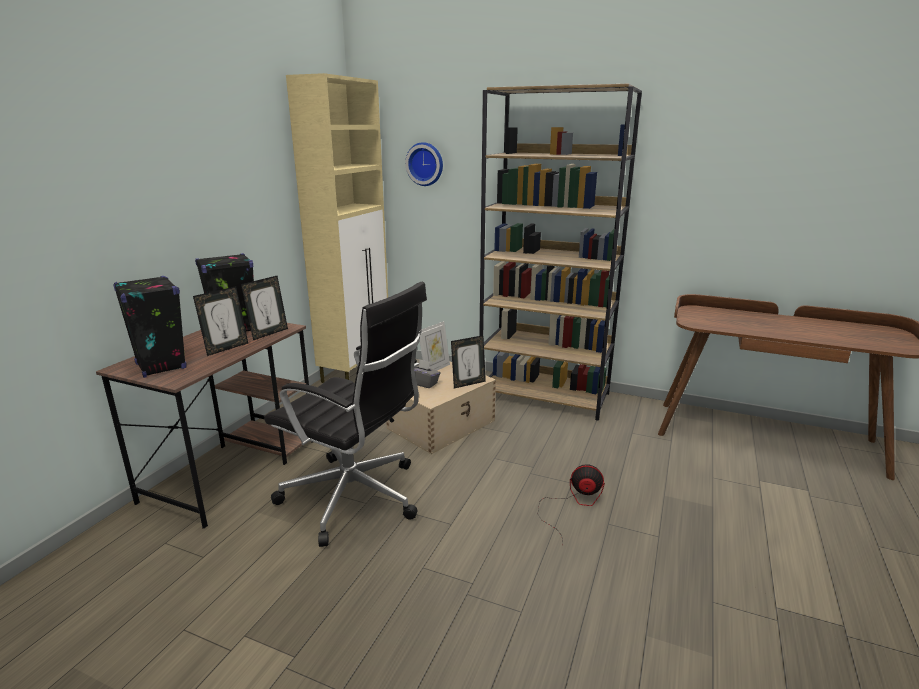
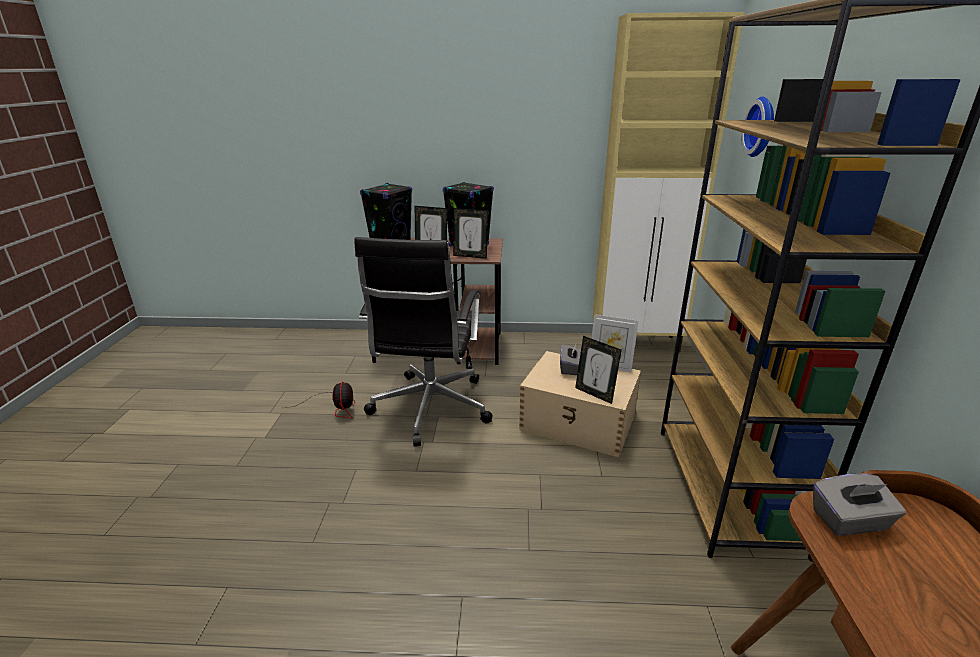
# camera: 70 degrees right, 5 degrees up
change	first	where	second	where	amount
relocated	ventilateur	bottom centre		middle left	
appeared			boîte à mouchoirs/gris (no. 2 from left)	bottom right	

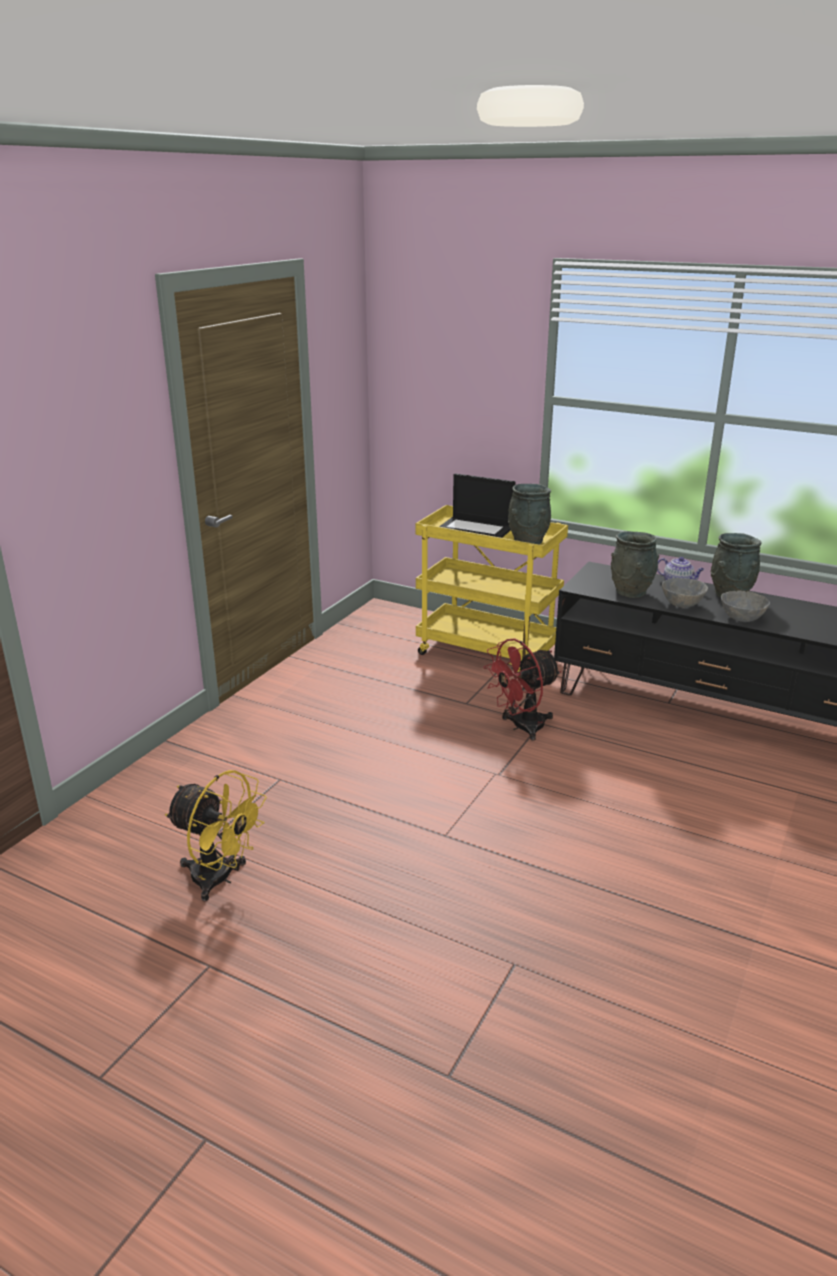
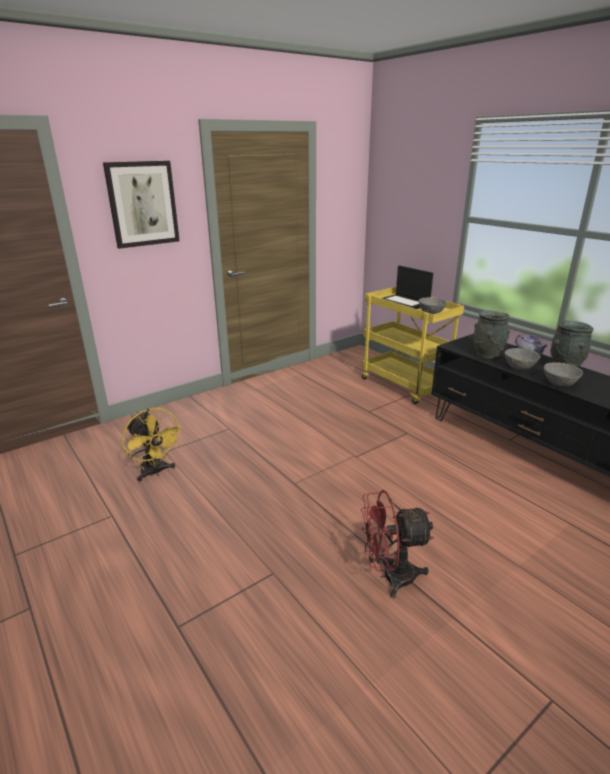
# camera: 25 degrees right, 0 degrees up
change	first	where	second	where	amount
relocated	ventilateur/rouge	centre		bottom centre	
exchanged	vase/gris (no. 1 from left)	centre	bol/gris (no. 1 from left)	middle right	
appeared			tableau	top left	

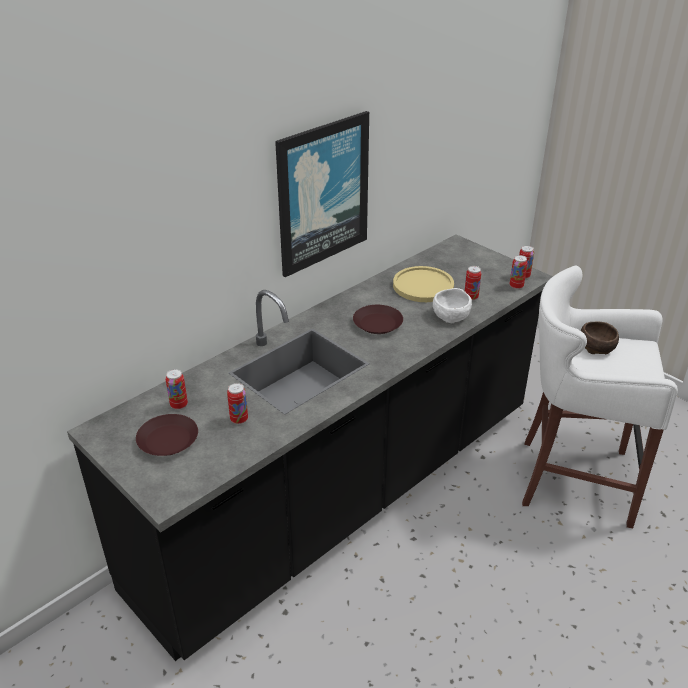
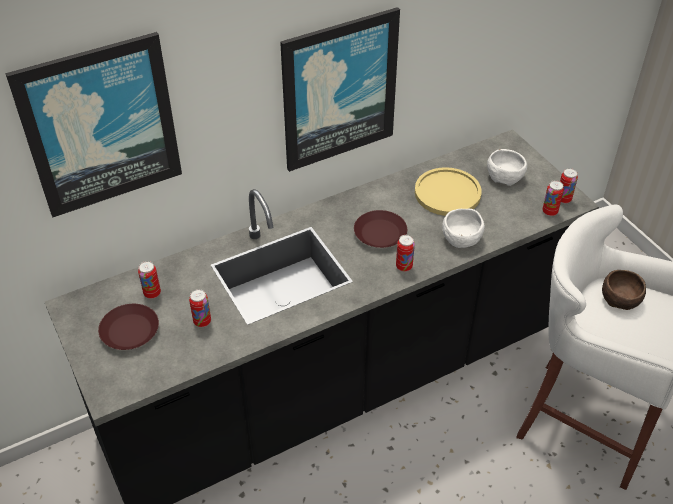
# camera: 15 degrees right, 10 degrees up
change	first	where	second	where	amount
relocated	boîte métallique (no. 3 from left)	middle right		centre	
appeared			tableau (no. 1 from left)	top left	
appeared			bol/blanc (no. 2 from left)	top right	

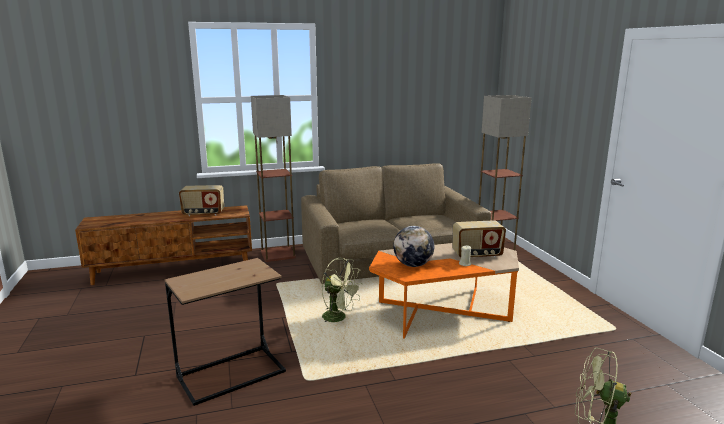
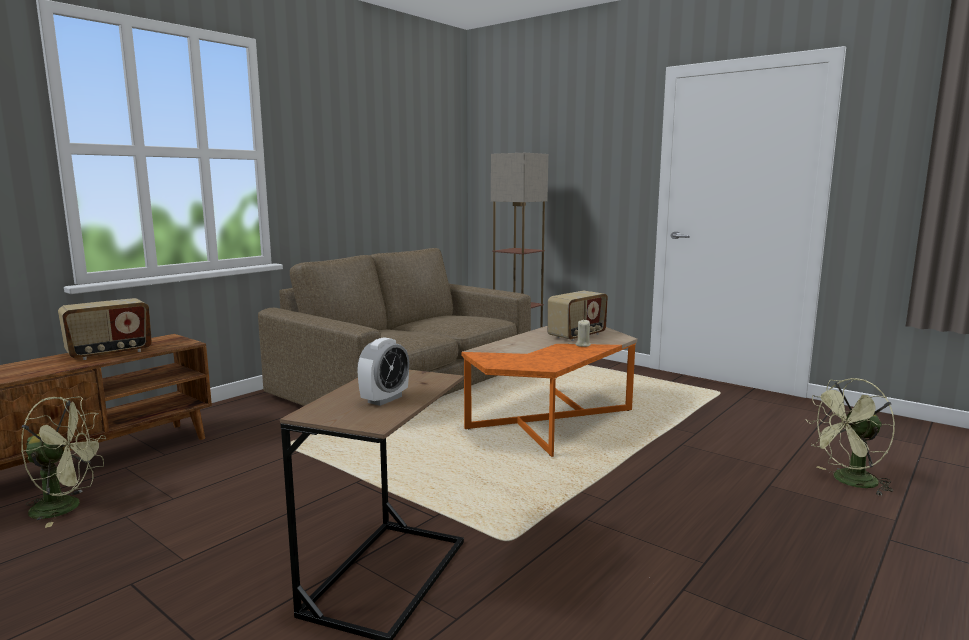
# camera: 35 degrees left, 5 degrees down
change	first	where	second	where	amount
missing	lampadaire (no. 1 from left)	centre			
relocated	ventilateur/vert (no. 1 from left)	bottom centre		bottom left	
missing	globe	centre			
appeared			réveil	centre	

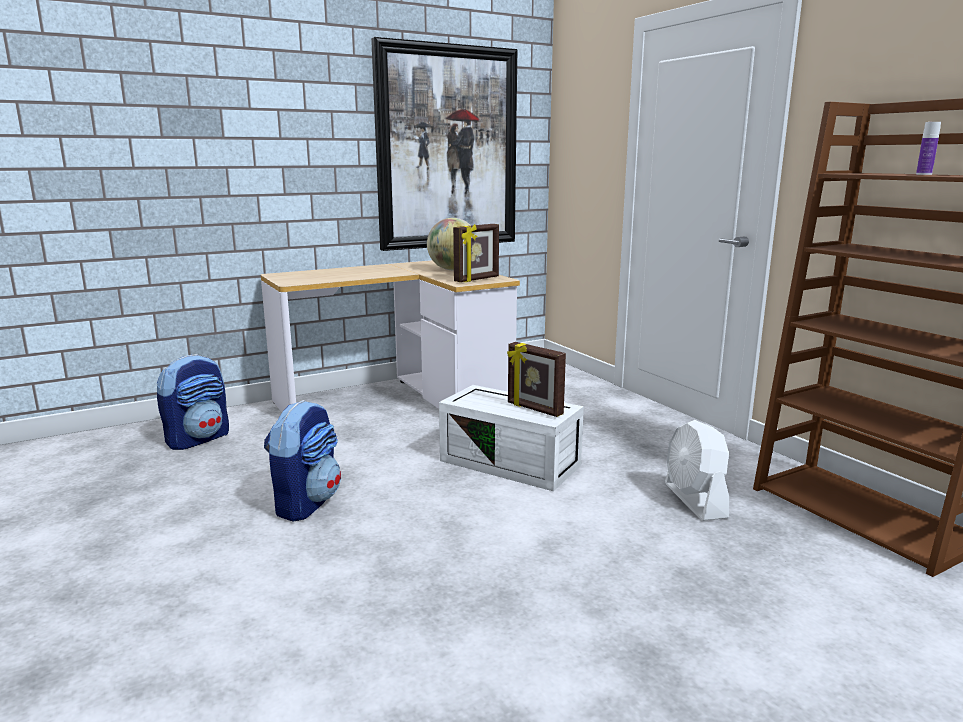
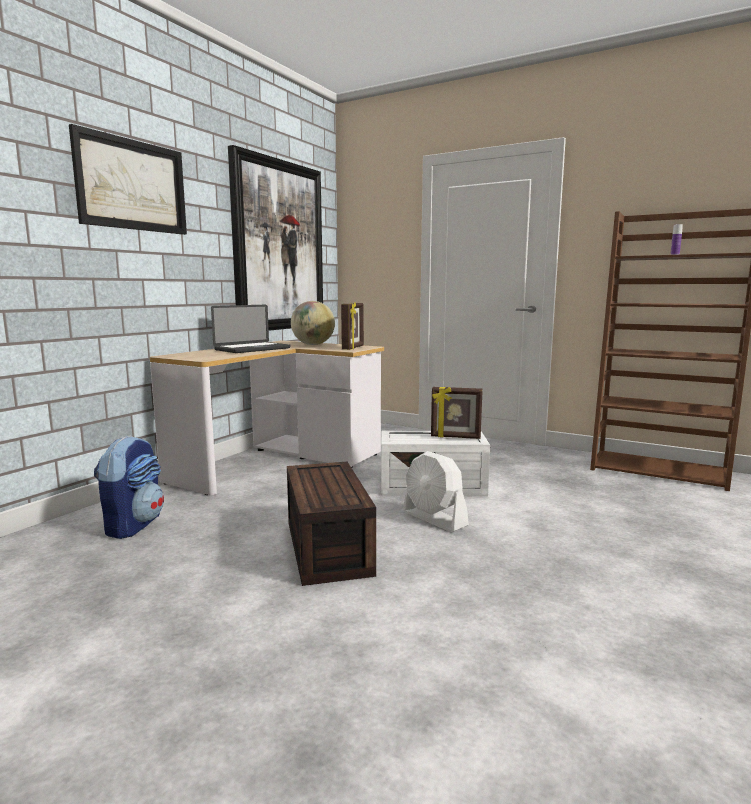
# camera: 30 degrees left, 5 degrees down
change	first	where	second	where	amount
exchanged	sac à dos (no. 2 from left)	middle left	boîte de rangement/marron	centre	
relocated	ventilateur/blanc	middle right		centre	
appeared			tableau (no. 1 from left)	top left	
appeared			ordinateur portable	middle left	

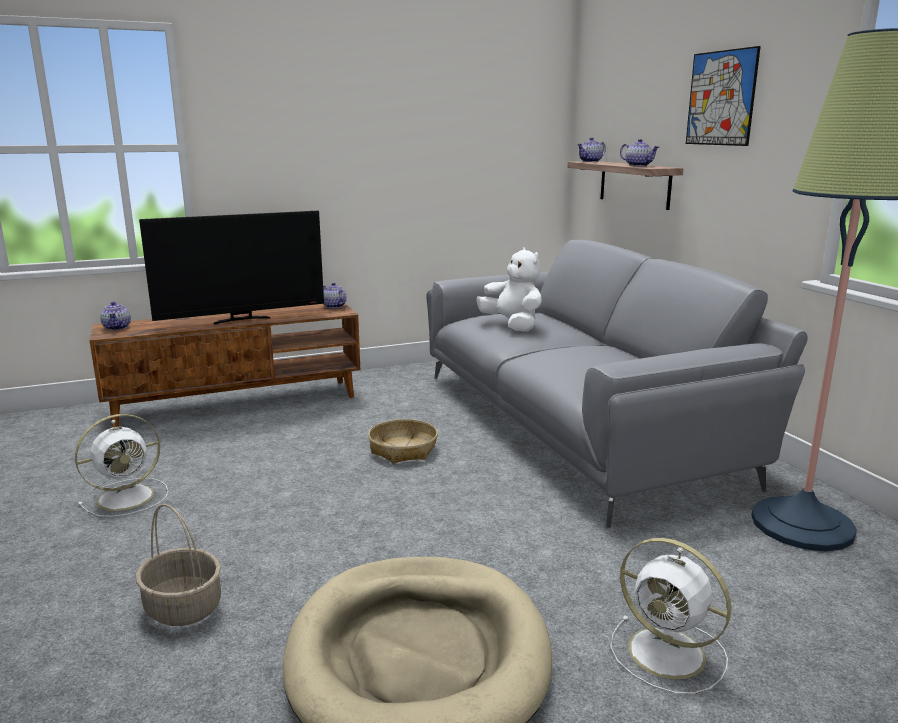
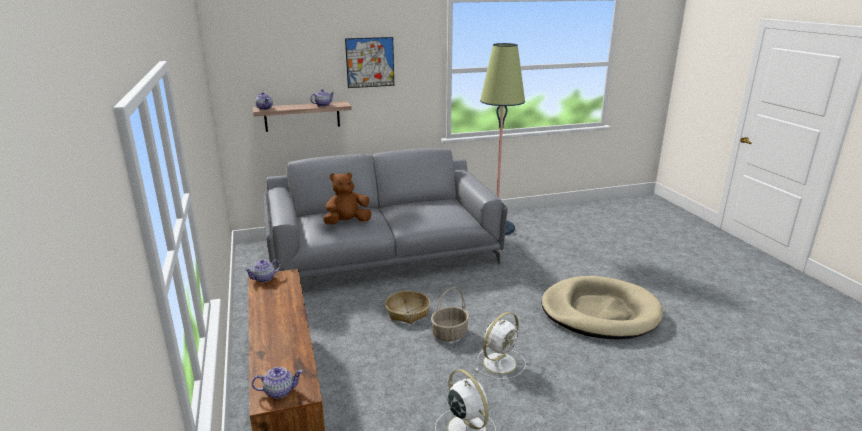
# camera: 85 degrees left, 5 degrees up
change	first	where	second	where	amount
relocated	panier (no. 1 from left in the first image)	bottom left	panier (no. 2 from left)	bottom centre	
missing	téléviseur	middle left			
colour	peluche/blanc	centre	peluche/marron	centre	
relocated	ventilateur/blanc (no. 2 from left)	bottom right		bottom centre	

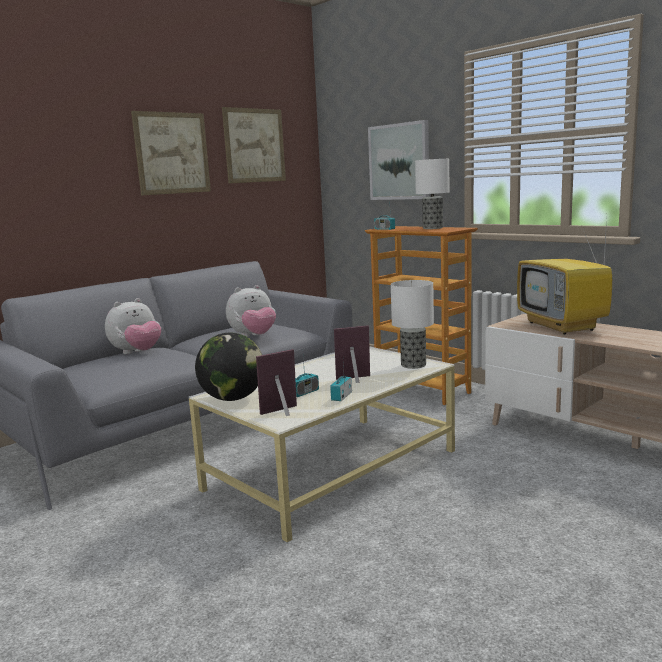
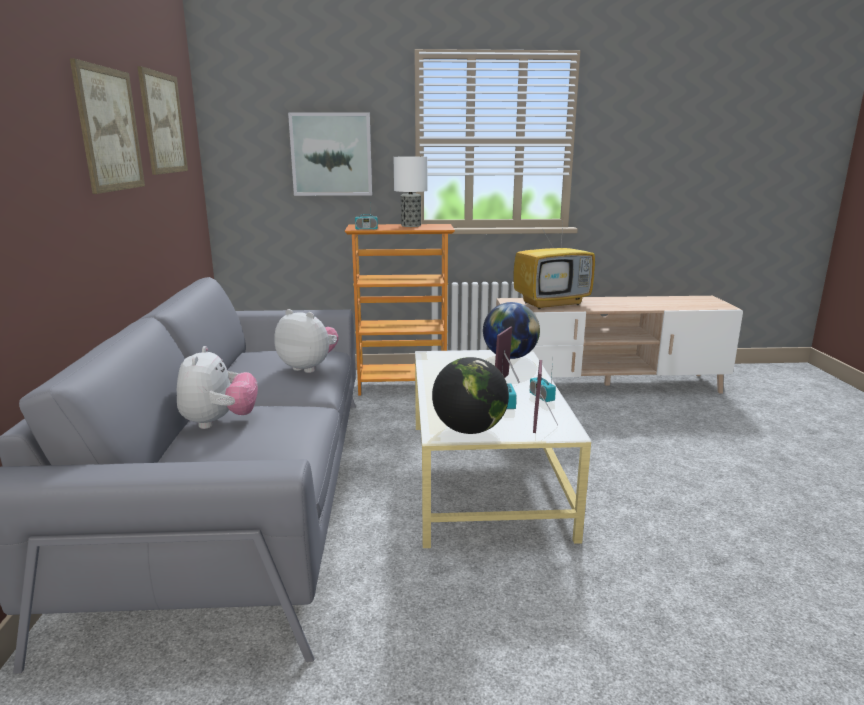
# camera: 50 degrees left, 5 degrees up
change	first	where	second	where	amount
spun	peluche (no. 2 from left)	centre		centre	75 degrees counterclockwise
exchanged	lampe de table (no. 1 from left)	centre	globe (no. 2 from left)	centre	
spun	téléviseur	middle right		centre	45 degrees counterclockwise

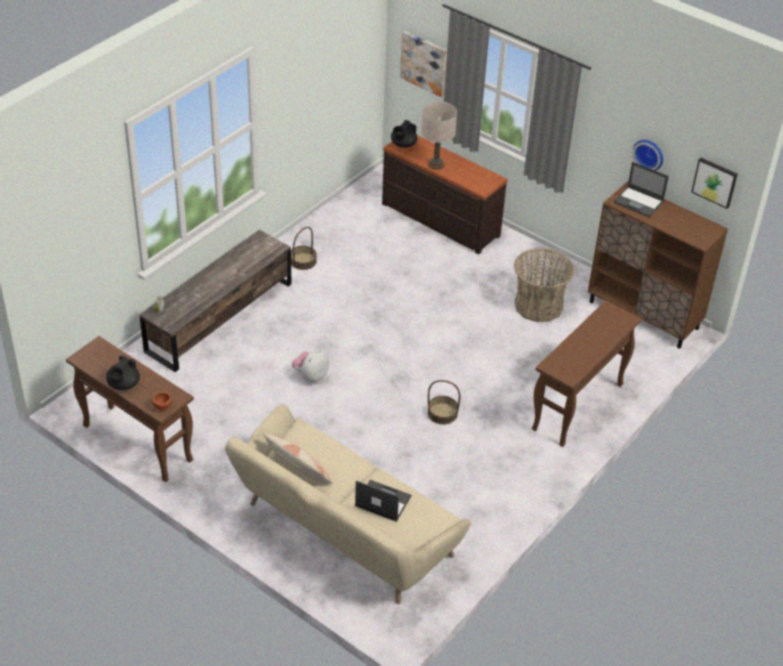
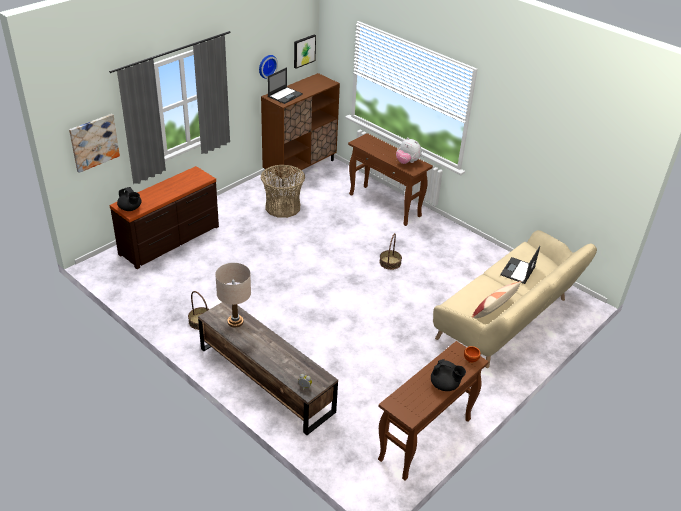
# camera: 85 degrees left, 5 degrees down
change	first	where	second	where	amount
relocated	peluche	centre		top centre	
relocated	lampe de table/beige	top centre		centre	

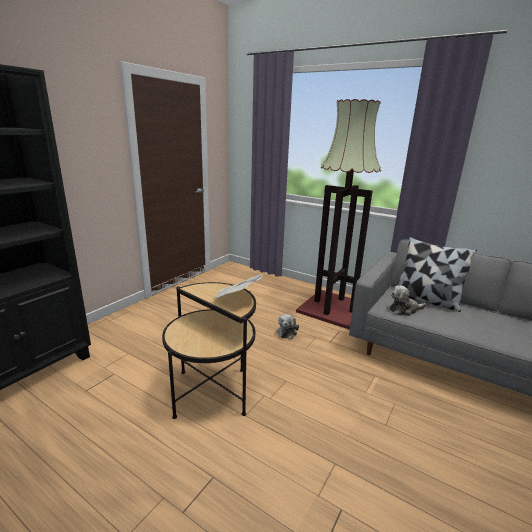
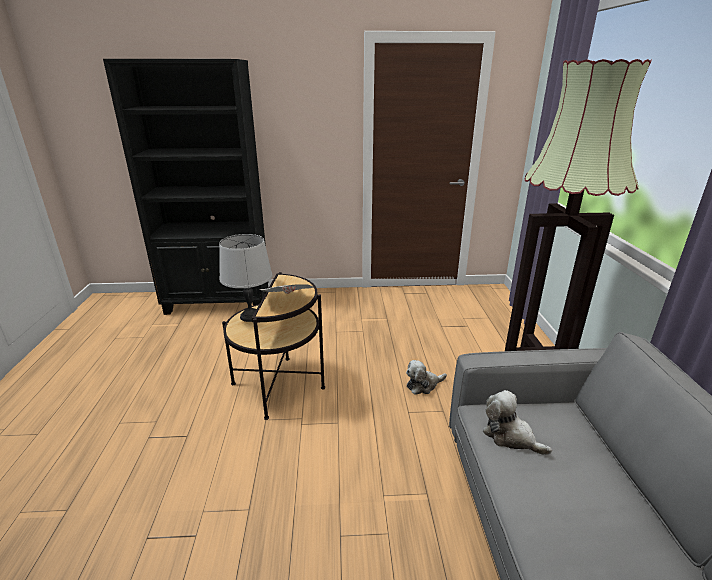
# camera: 55 degrees right, 5 degrees up
change	first	where	second	where	amount
missing	coussin	middle right			
appeared			lampe de table/gris	centre	

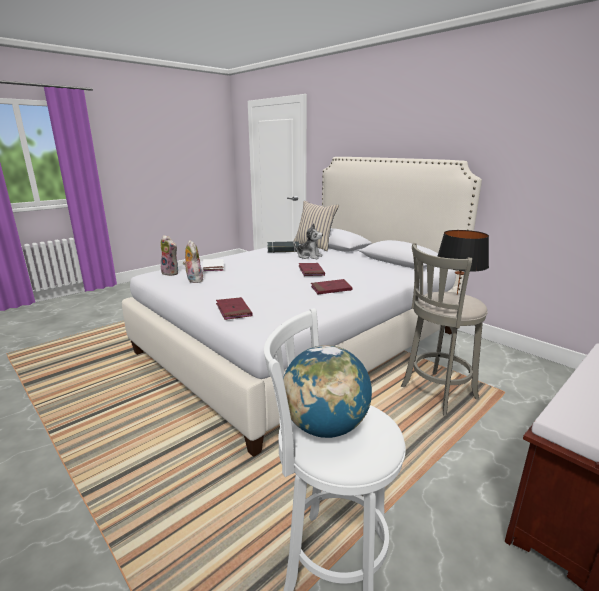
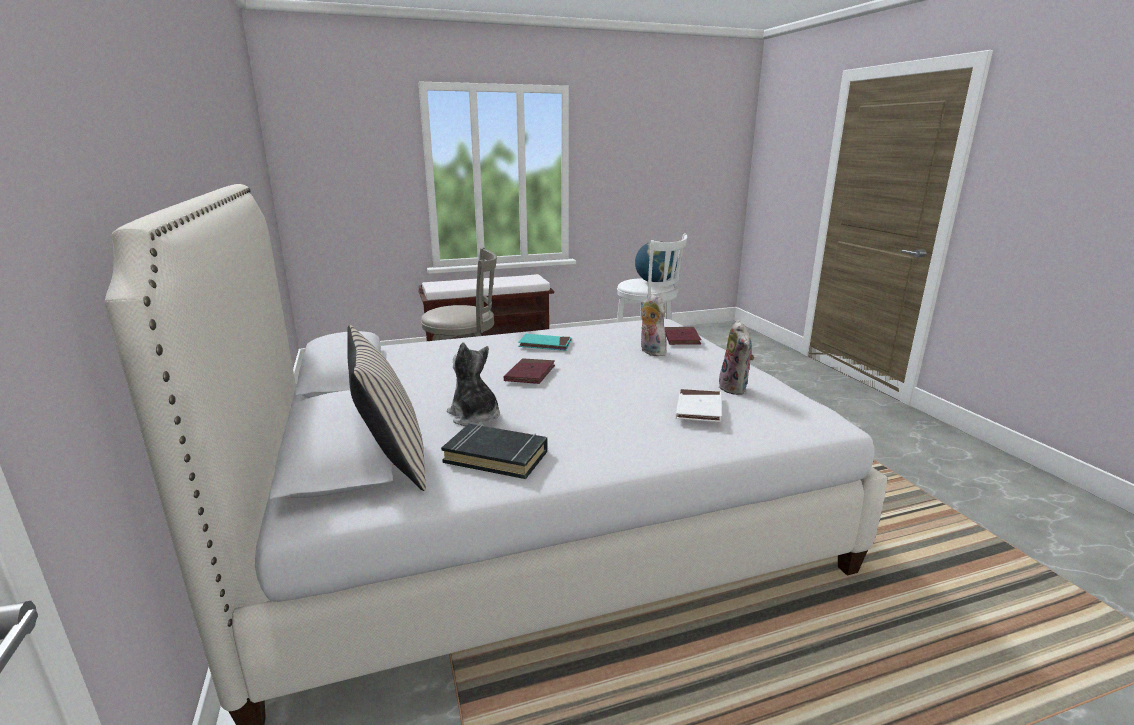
# camera: 155 degrees left, 0 degrees up
change	first	where	second	where	amount
relocated	peluche (no. 1 from left in the first image)	middle left	peluche (no. 2 from left)	centre	
colour	livre/rouge (no. 3 from left)	centre	livre/turquoise	centre	
missing	lampe de table/noir	middle right			

